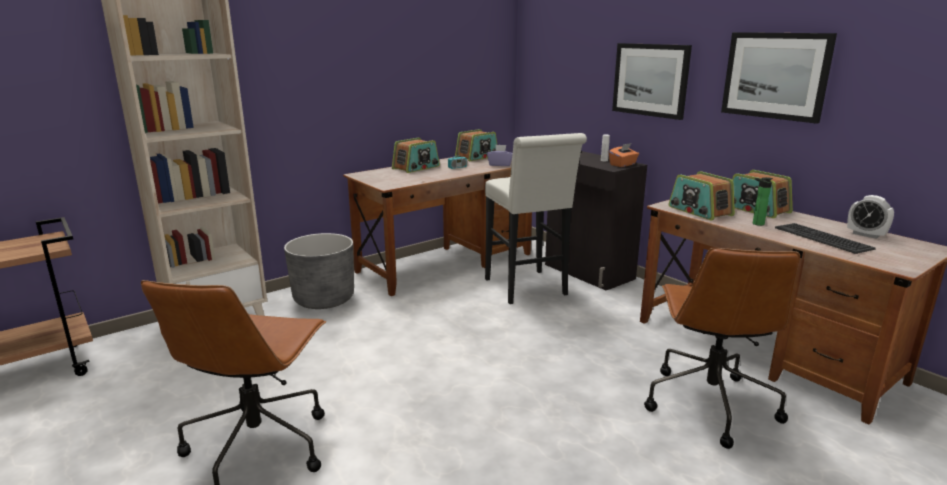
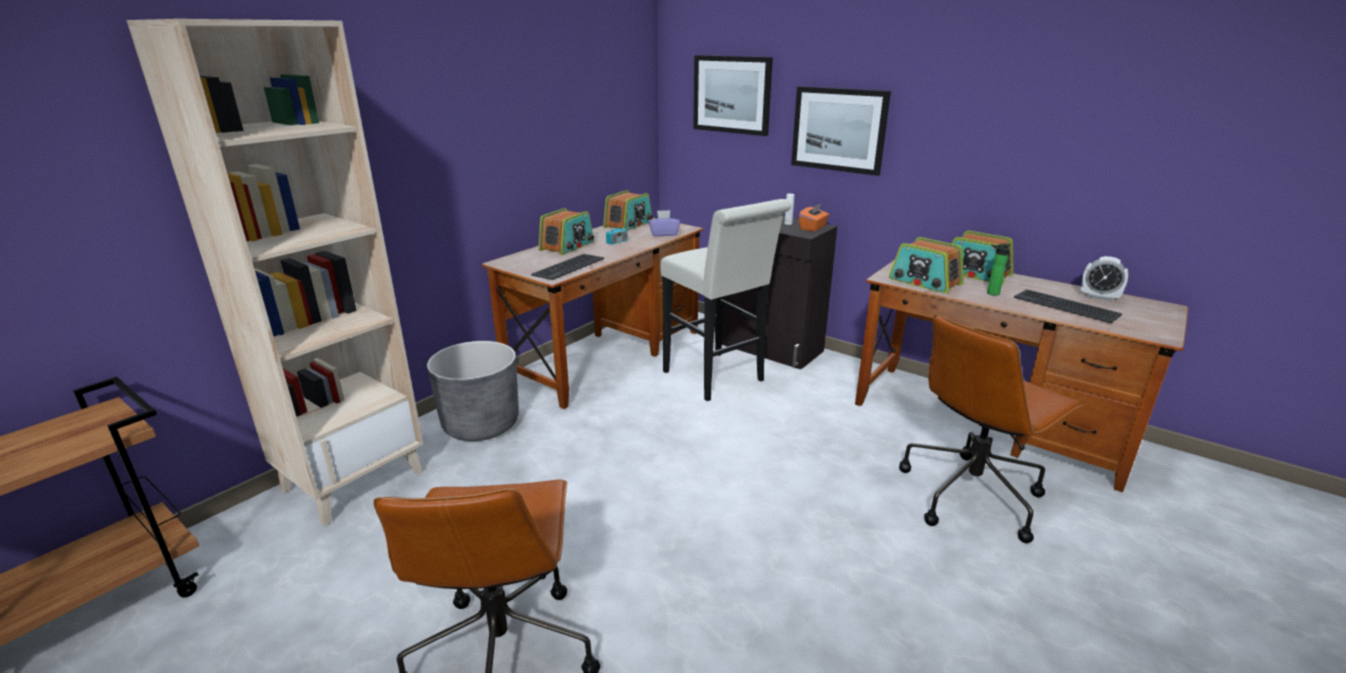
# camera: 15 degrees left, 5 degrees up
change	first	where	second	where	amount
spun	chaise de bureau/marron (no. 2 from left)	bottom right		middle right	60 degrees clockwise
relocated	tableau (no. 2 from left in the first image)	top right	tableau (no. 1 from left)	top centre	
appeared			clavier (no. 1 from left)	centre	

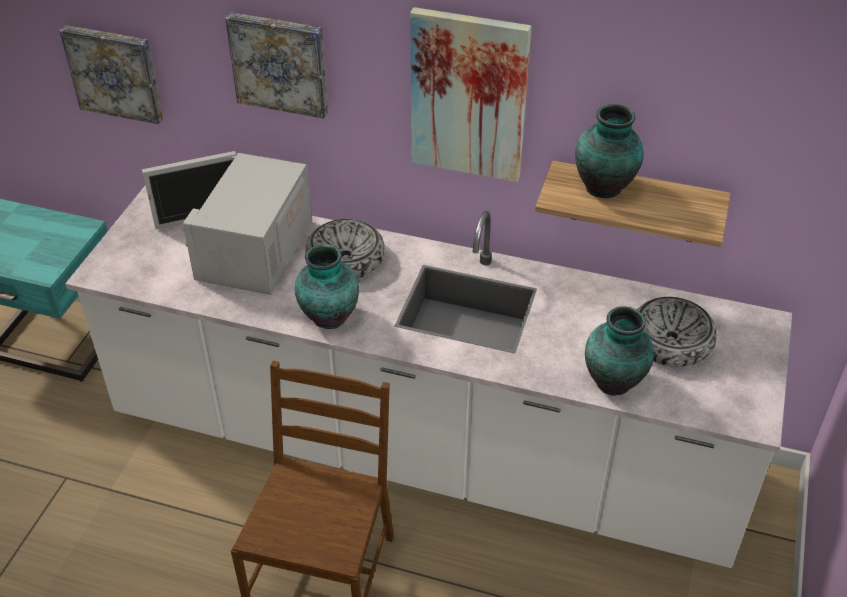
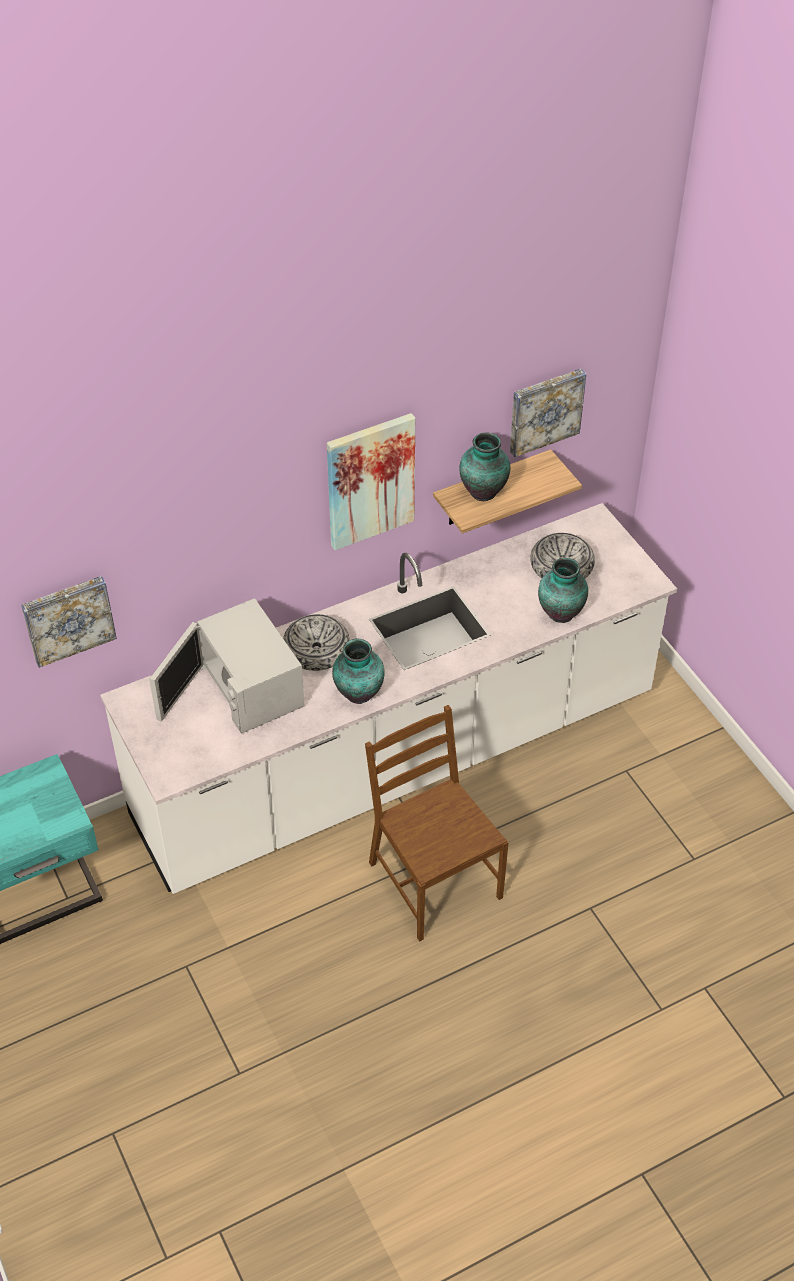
# camera: 45 degrees left, 5 degrees up
change	first	where	second	where	amount
relocated	tableau (no. 2 from left in the first image)	top left	tableau (no. 3 from left)	top right	

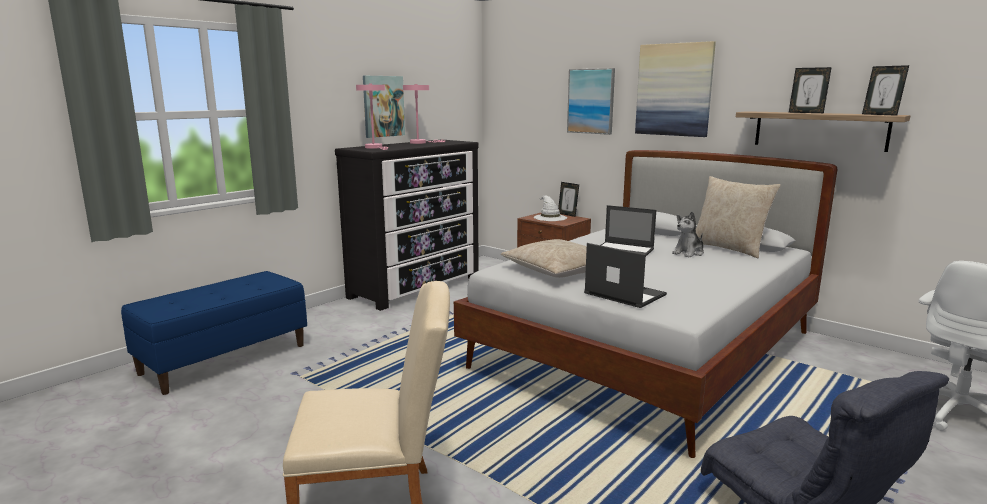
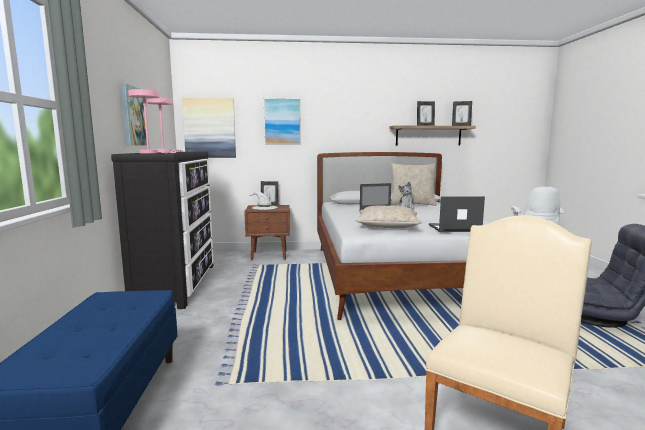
# camera: 45 degrees left, 5 degrees down
change	first	where	second	where	amount
relocated	tableau (no. 3 from left in the first image)	top right	tableau (no. 2 from left)	top left	

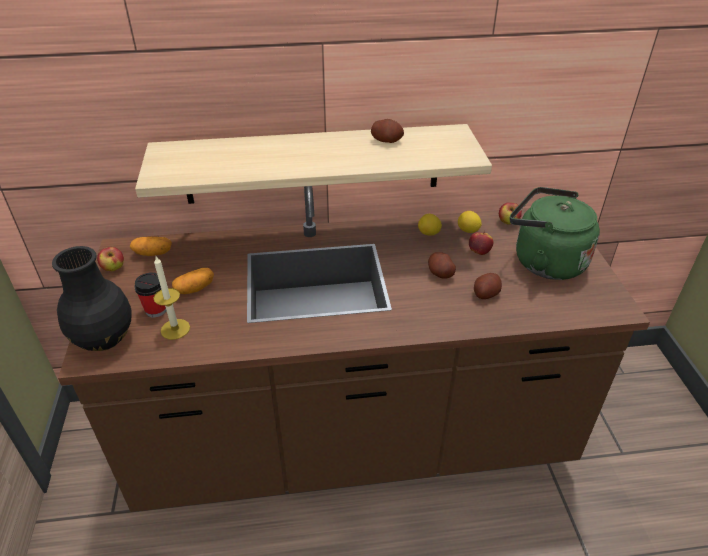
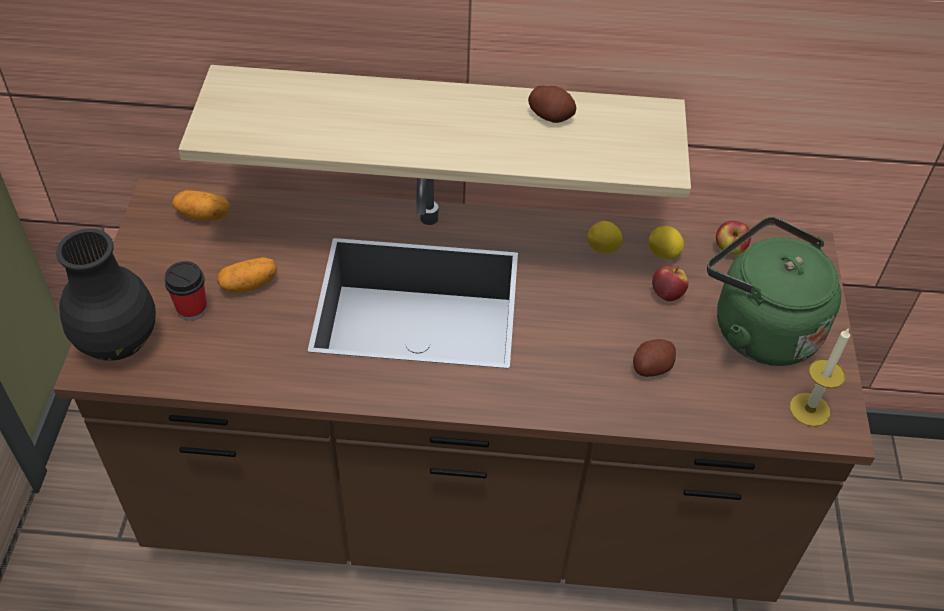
# camera: 10 degrees right, 10 degrees up
change	first	where	second	where	amount
missing	pomme (no. 1 from left)	middle left			
relocated	bougie	middle left		middle right	
missing	pomme de terre (no. 4 from left)	centre			

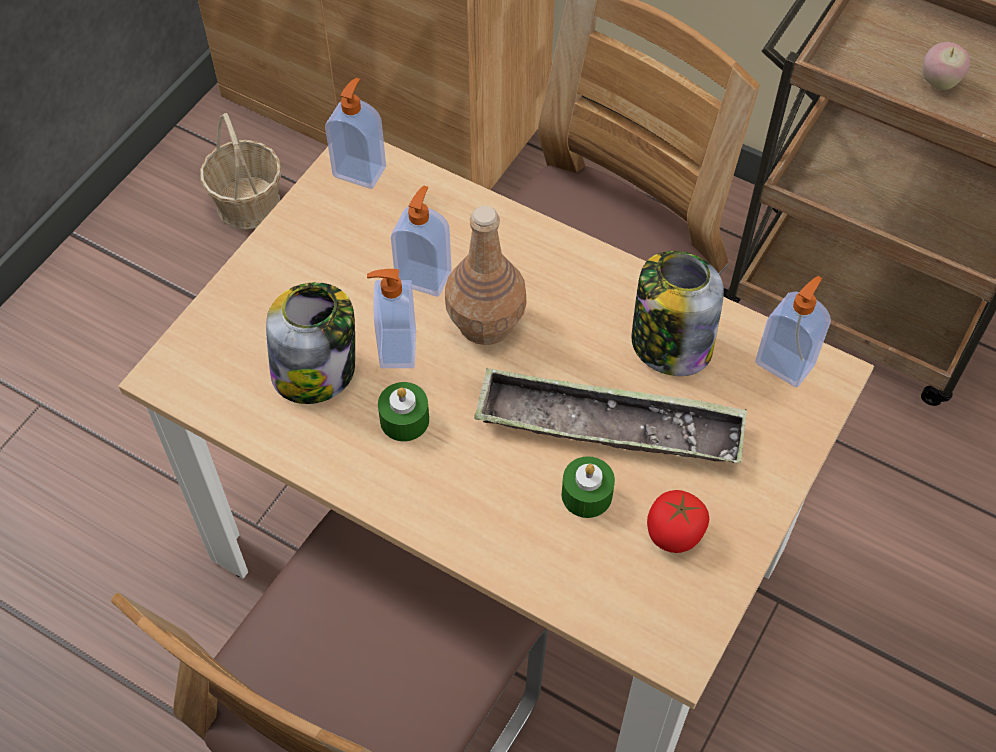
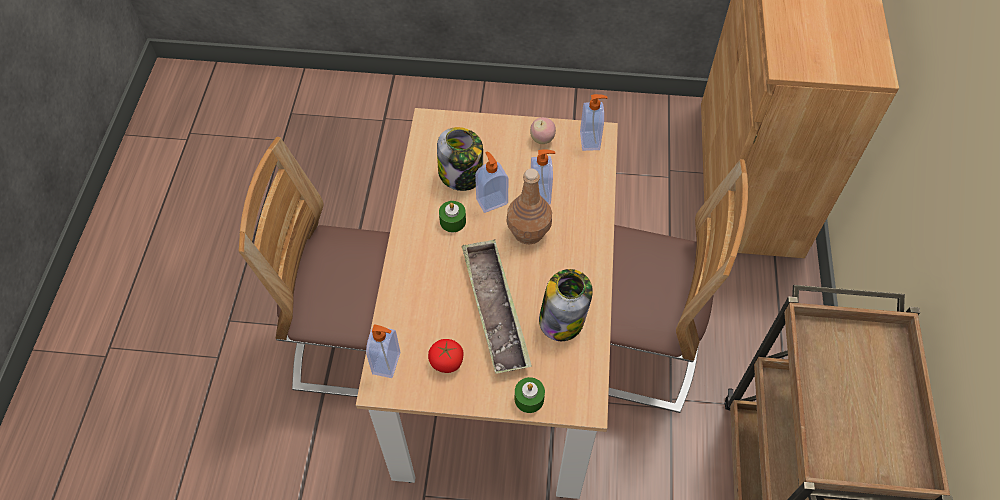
# camera: 65 degrees right, 0 degrees up
change	first	where	second	where	amount
missing	panier	top left			
relocated	bougie/vert (no. 2 from left)	centre		bottom centre	
relocated	distributeur de savon (no. 4 from left in the first image)	middle right	distributeur de savon (no. 1 from left)	bottom centre	
relocated	pomme	top right		top centre	

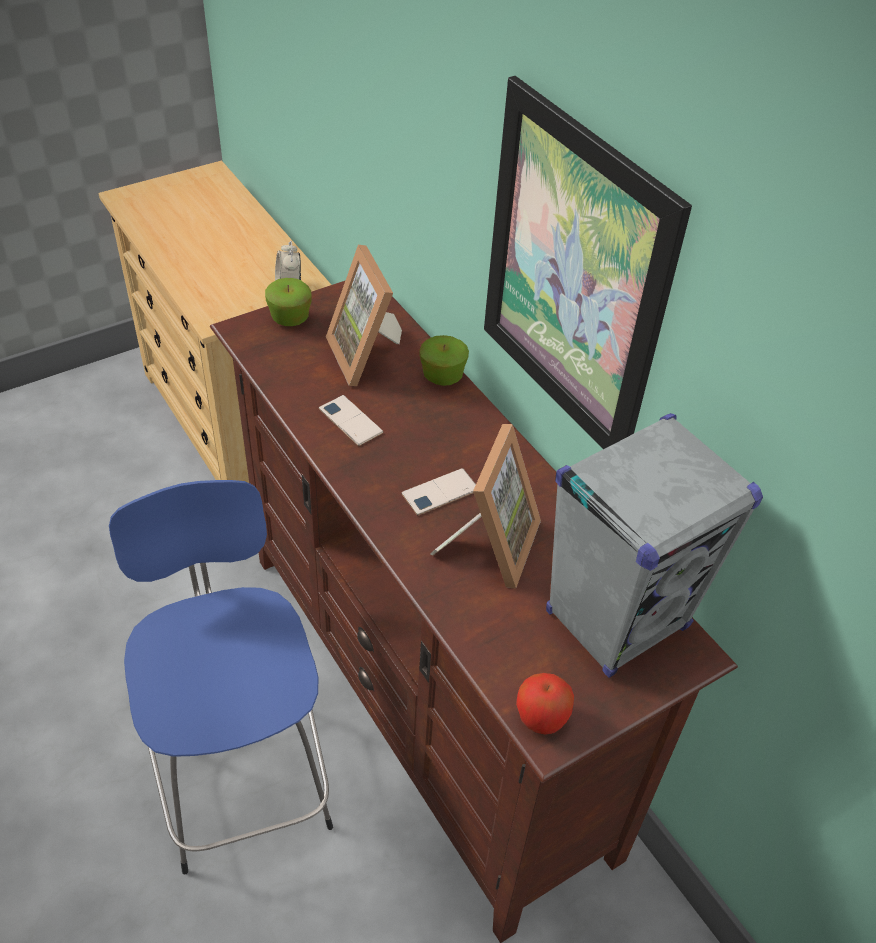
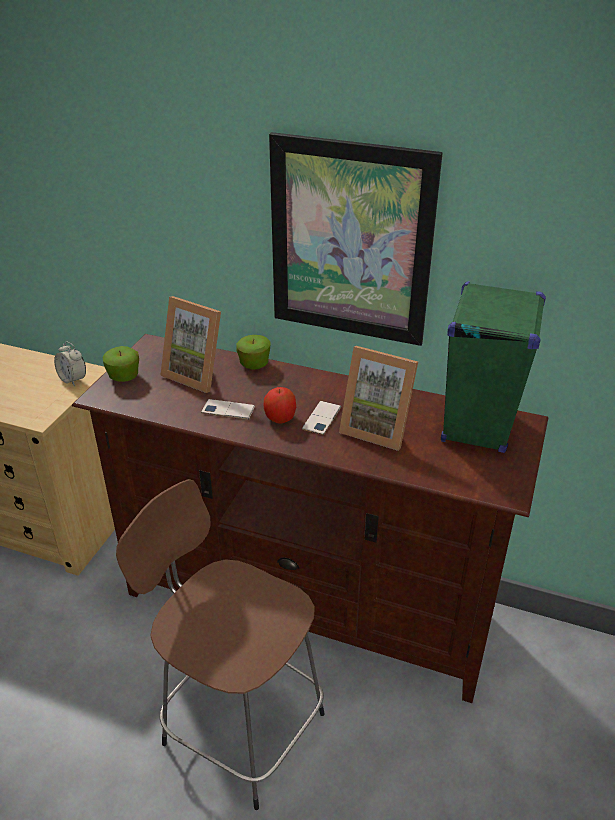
# camera: 35 degrees left, 10 degrees down
change	first	where	second	where	amount
colour	tabouret/bleu	bottom left	tabouret/marron	bottom centre	
spun	cadre photo (no. 2 from left)	centre		centre	135 degrees clockwise
relocated	pomme (no. 3 from left)	bottom centre		centre	
colour	enceinte/gris	middle right	enceinte/vert	middle right	

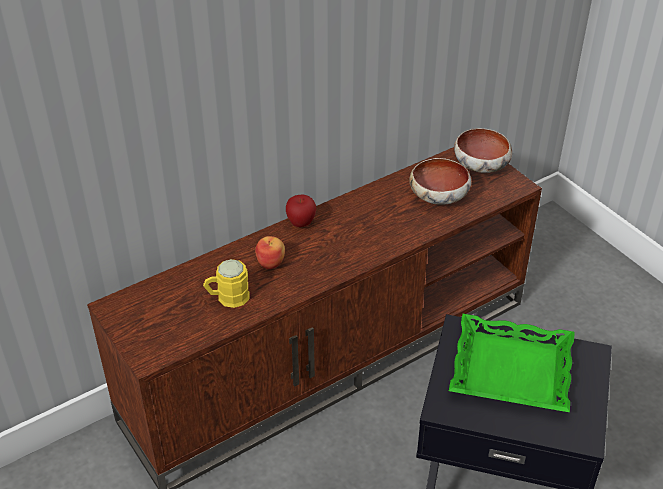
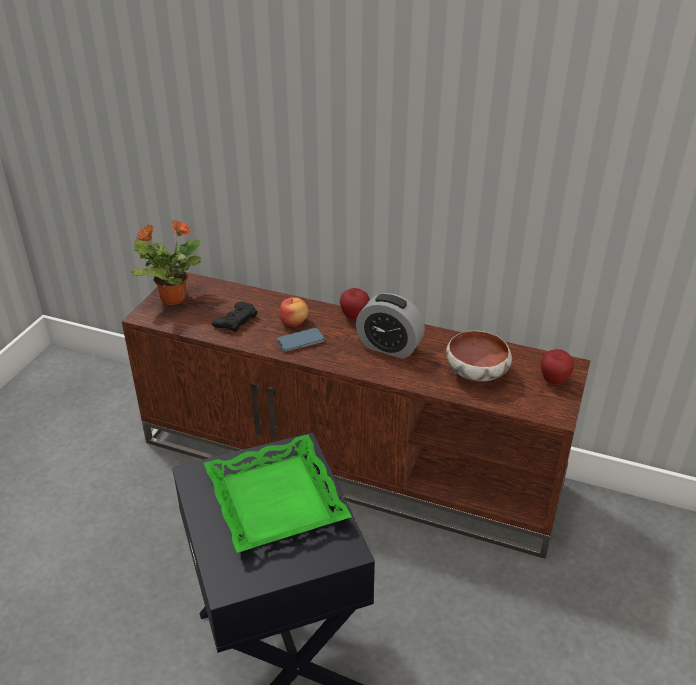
# camera: 55 degrees right, 5 degrees down
change	first	where	second	where	amount
exchanged	mug/jaune	centre	manette/noir	centre	
exchanged	bol (no. 2 from left)	top right	pomme (no. 3 from left)	middle right	
appeared			plante en pot	middle left	
appeared			téléphone	centre	
appeared			réveil	centre	

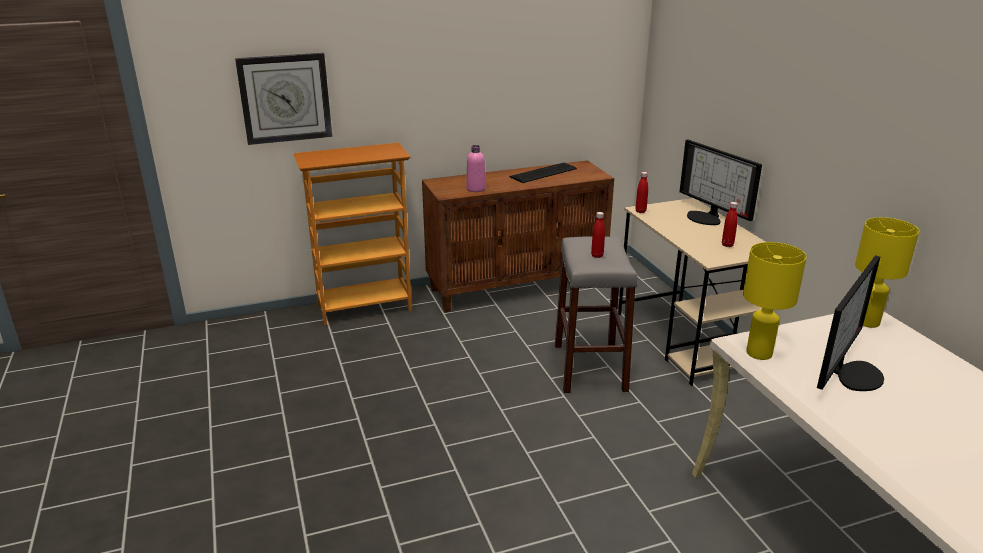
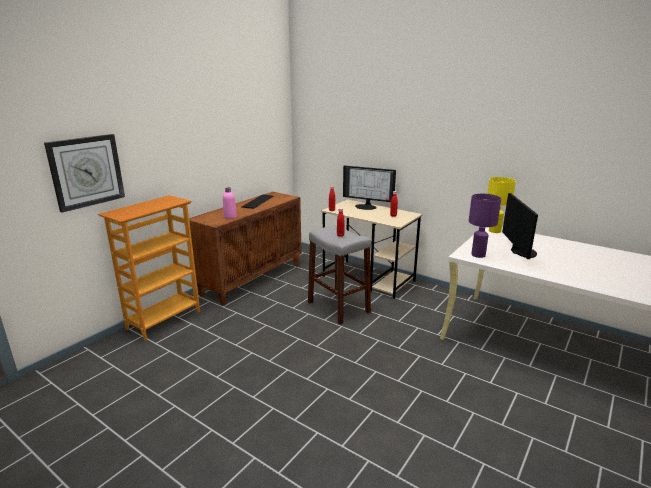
# camera: 35 degrees left, 5 degrees down
change	first	where	second	where	amount
colour	lampe de table/jaune (no. 1 from left)	middle right	lampe de table/violet	middle right	

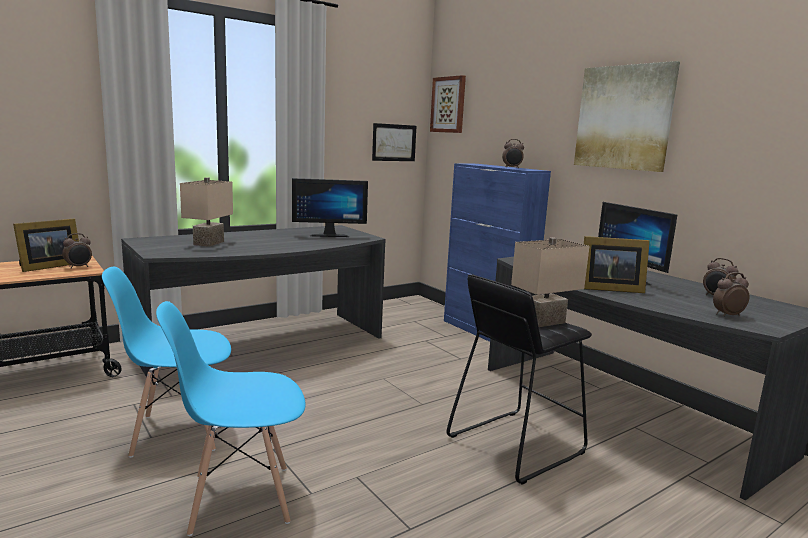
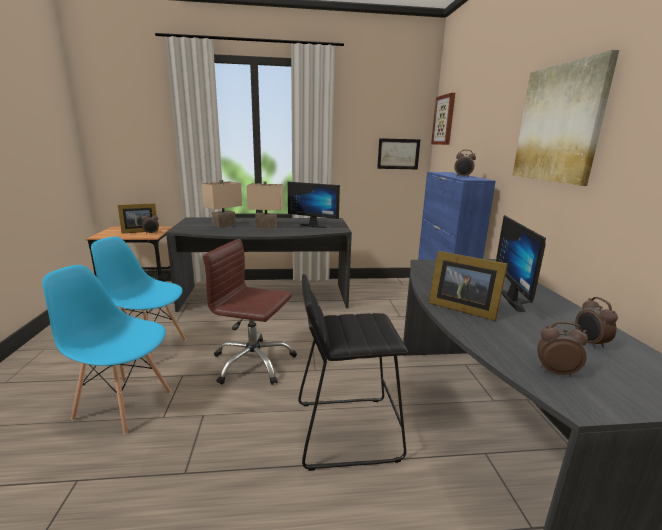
# camera: 30 degrees right, 5 degrees up
change	first	where	second	where	amount
relocated	lampe de table/beige (no. 2 from left)	middle right		centre	
appeared			chaise de bureau/marron	centre	

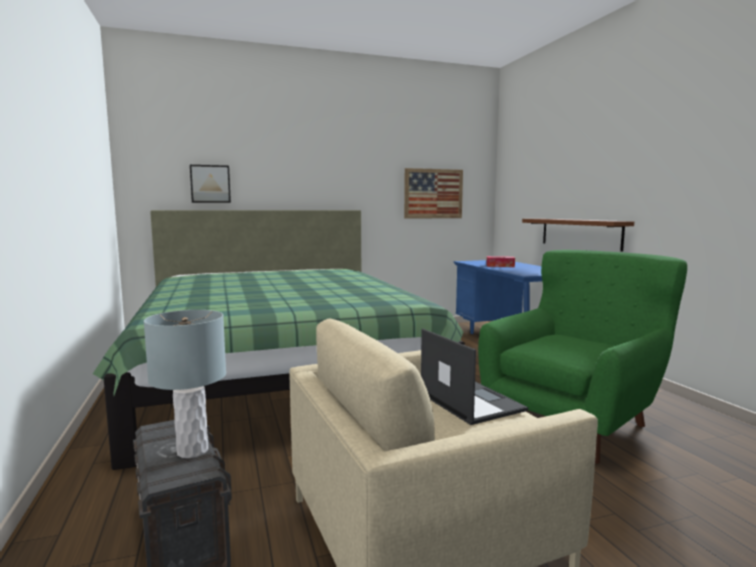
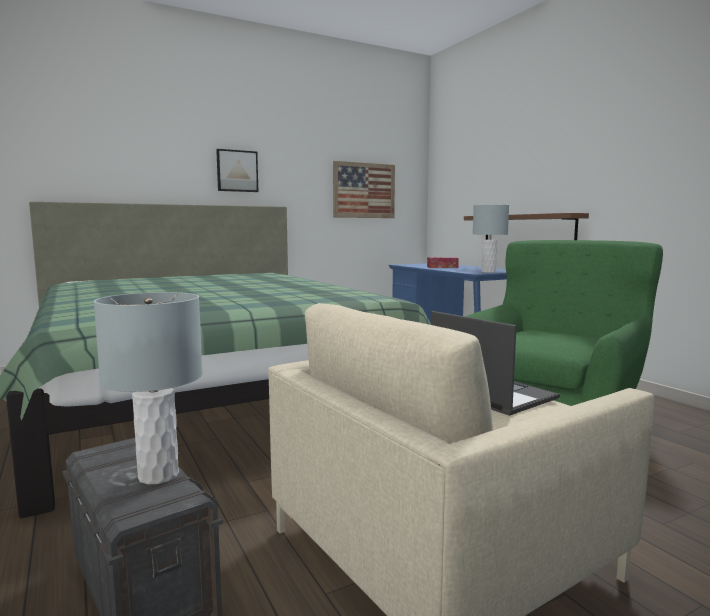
# camera: 10 degrees left, 0 degrees up
change	first	where	second	where	amount
relocated	tableau (no. 1 from left)	top left		top centre	
appeared			lampe de table/gris (no. 2 from left)	middle right	

